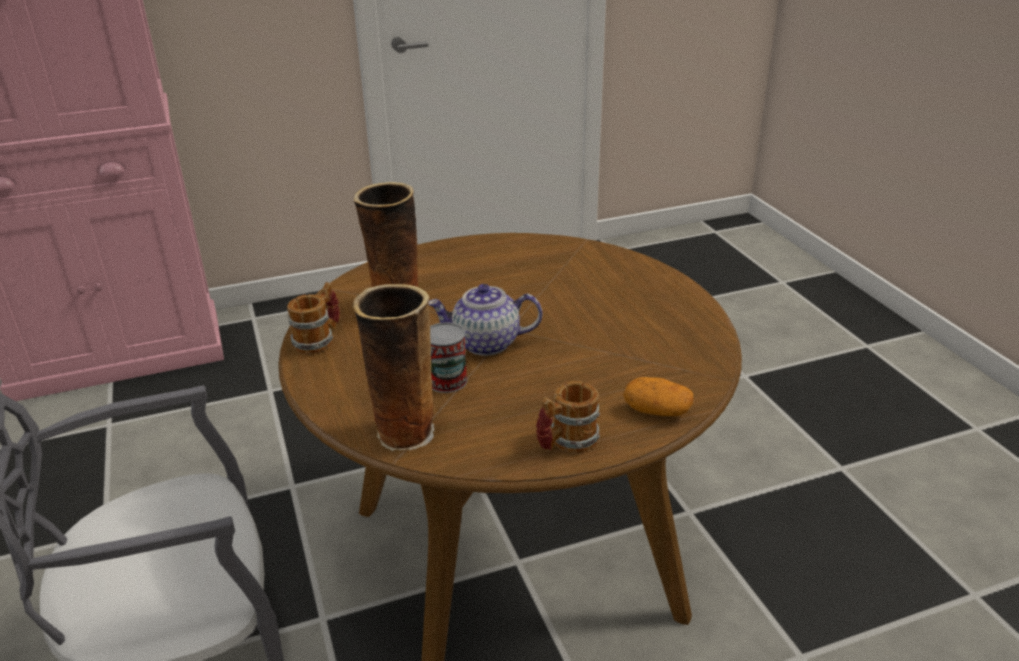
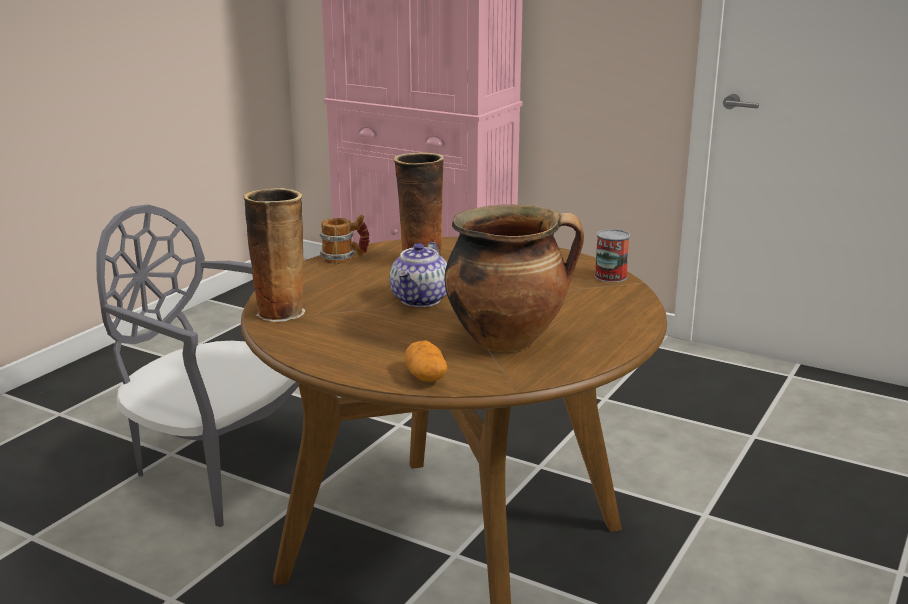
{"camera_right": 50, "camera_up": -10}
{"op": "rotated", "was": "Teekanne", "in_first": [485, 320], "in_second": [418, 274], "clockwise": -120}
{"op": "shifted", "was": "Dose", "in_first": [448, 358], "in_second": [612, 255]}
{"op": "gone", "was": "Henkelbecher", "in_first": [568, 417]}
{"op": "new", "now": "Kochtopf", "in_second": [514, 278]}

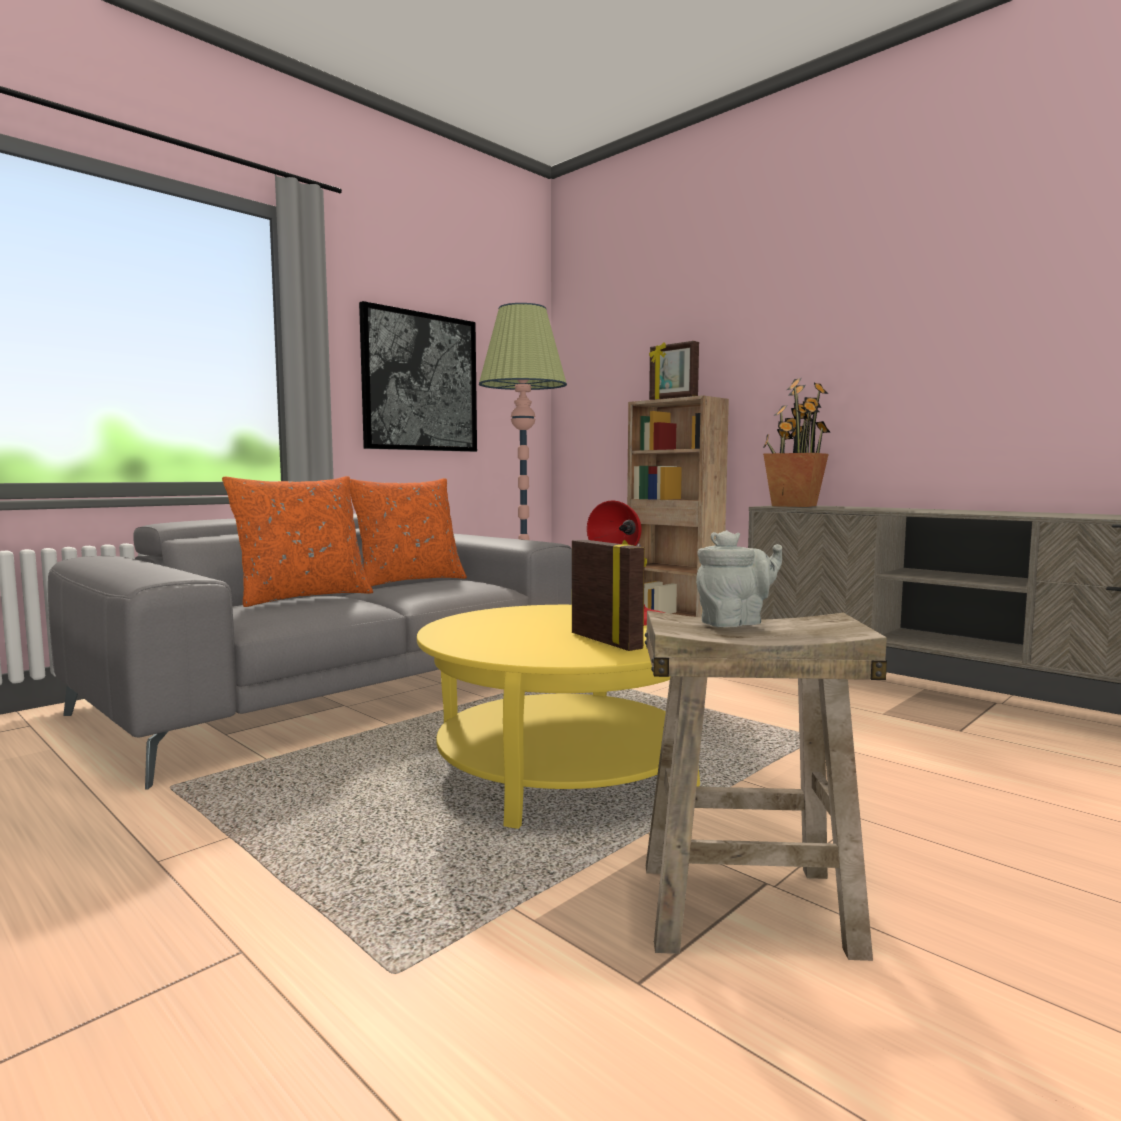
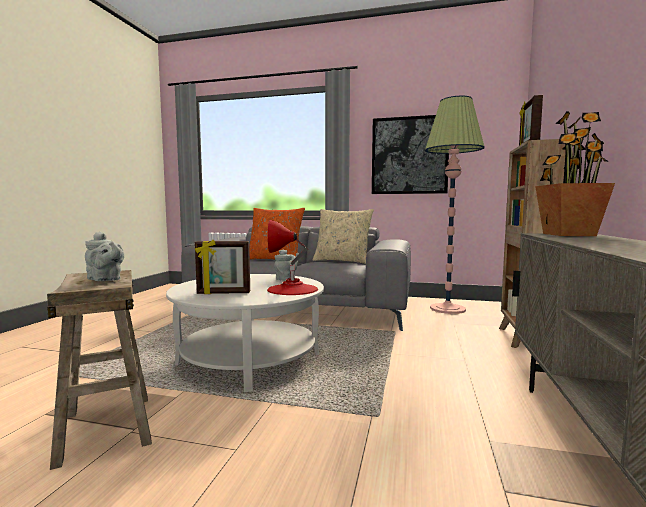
{"camera_right": 60, "camera_up": 0}
{"op": "repainted", "was": "Kissen [orange]", "now": "Kissen [beige]", "in_first": [408, 532], "in_second": [343, 236]}
{"op": "rotated", "was": "Bilderrahmen", "in_first": [609, 595], "in_second": [222, 267], "clockwise": 60}
{"op": "repainted", "was": "Couchtisch [gelb]", "now": "Couchtisch [weiß]", "in_first": [558, 717], "in_second": [245, 333]}
{"op": "new", "now": "Teekanne [grau]", "in_second": [286, 265]}

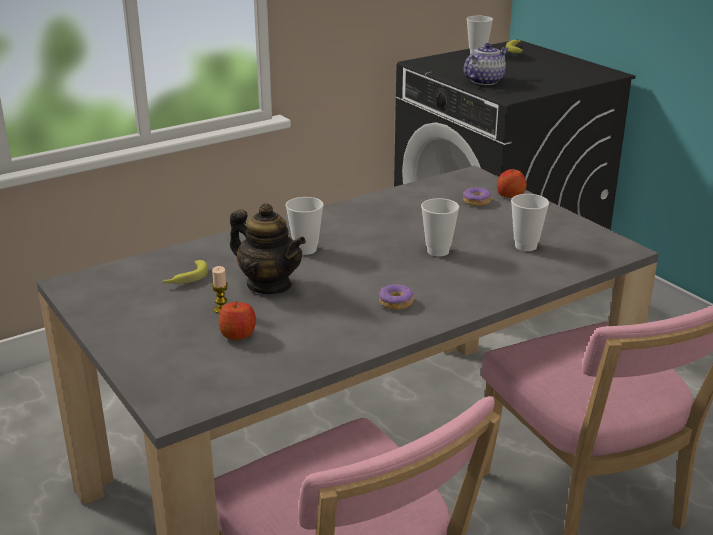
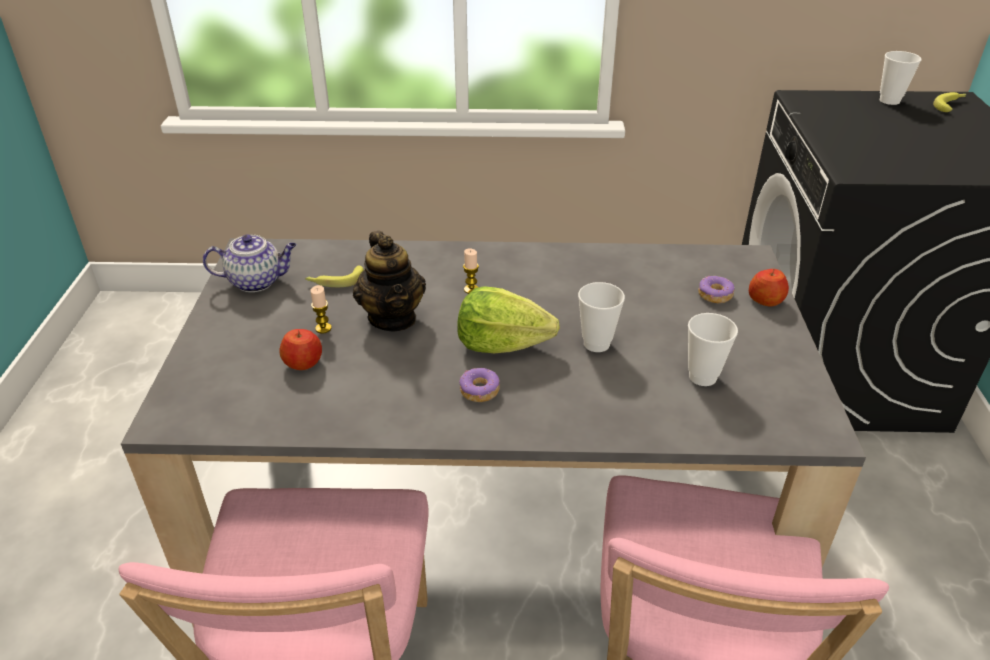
{"camera_right": 35, "camera_up": 10}
{"op": "shifted", "was": "Teekanne", "in_first": [486, 64], "in_second": [250, 263]}
{"op": "swapped", "was": "Tasse", "now": "Kerze", "in_first": [304, 226], "in_second": [471, 271]}
{"op": "new", "now": "Salatkopf", "in_second": [508, 319]}

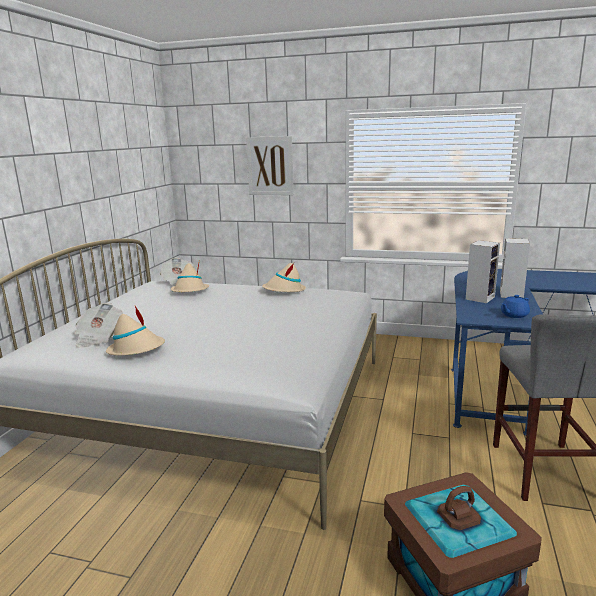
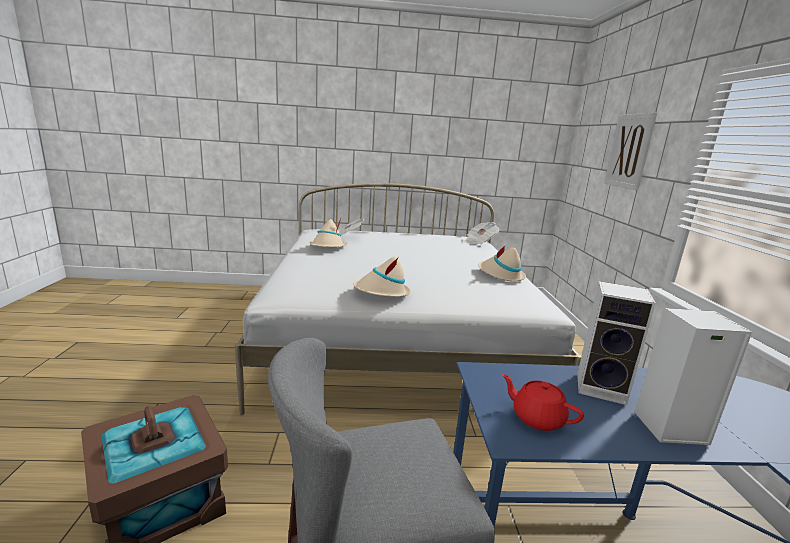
{"camera_right": 70, "camera_up": 0}
{"op": "shifted", "was": "Hut [beige]", "in_first": [190, 277], "in_second": [382, 277]}
{"op": "repainted", "was": "Teekanne [blau]", "now": "Teekanne [rot]", "in_first": [515, 306], "in_second": [543, 402]}

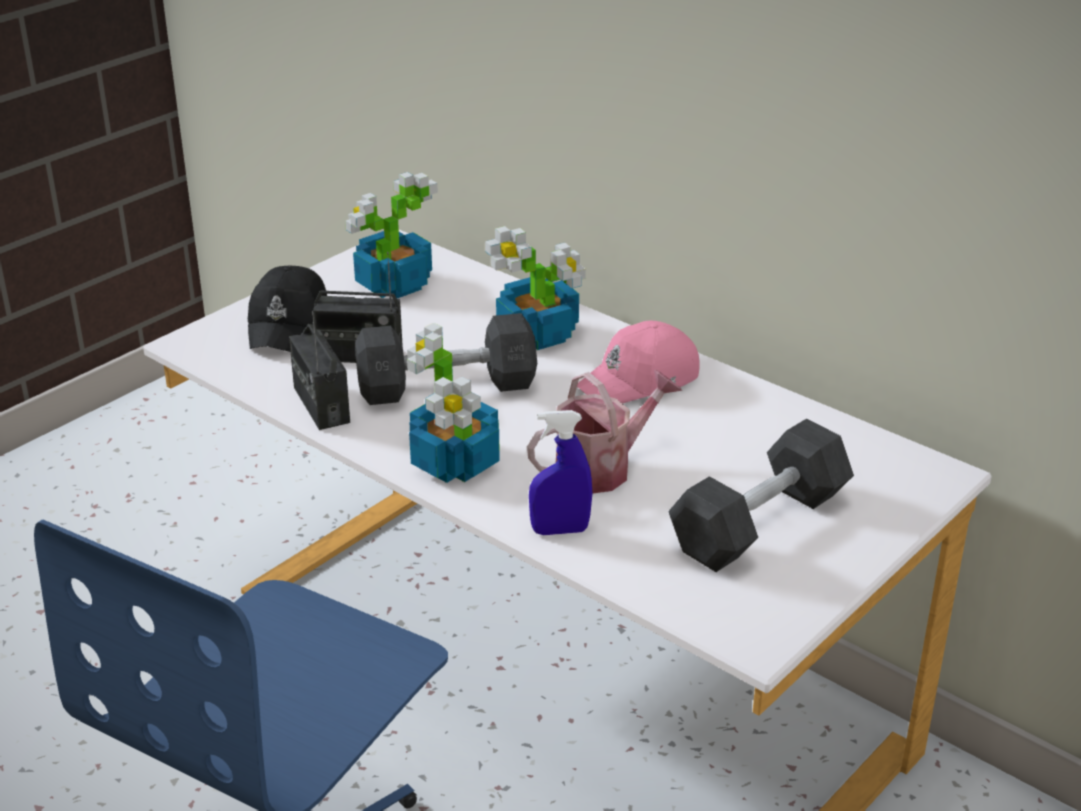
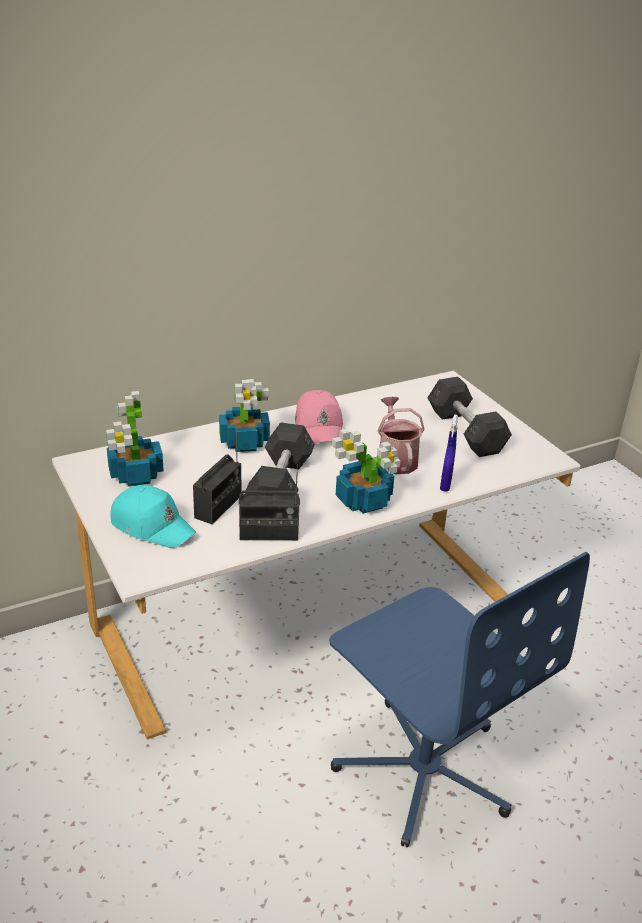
{"camera_right": -70, "camera_up": 0}
{"op": "repainted", "was": "Kappe [schwarz]", "now": "Kappe [türkis]", "in_first": [287, 309], "in_second": [153, 516]}

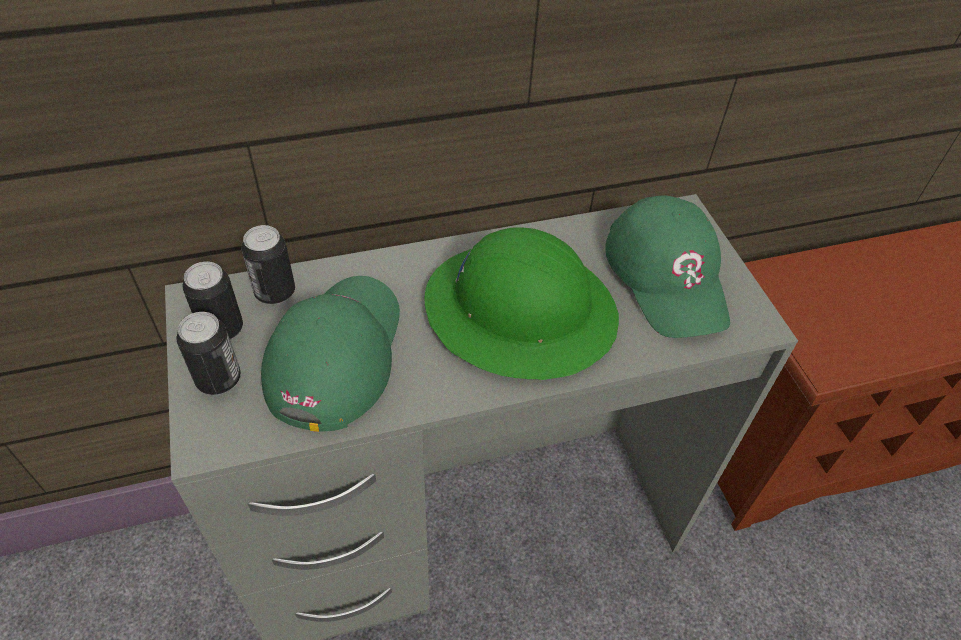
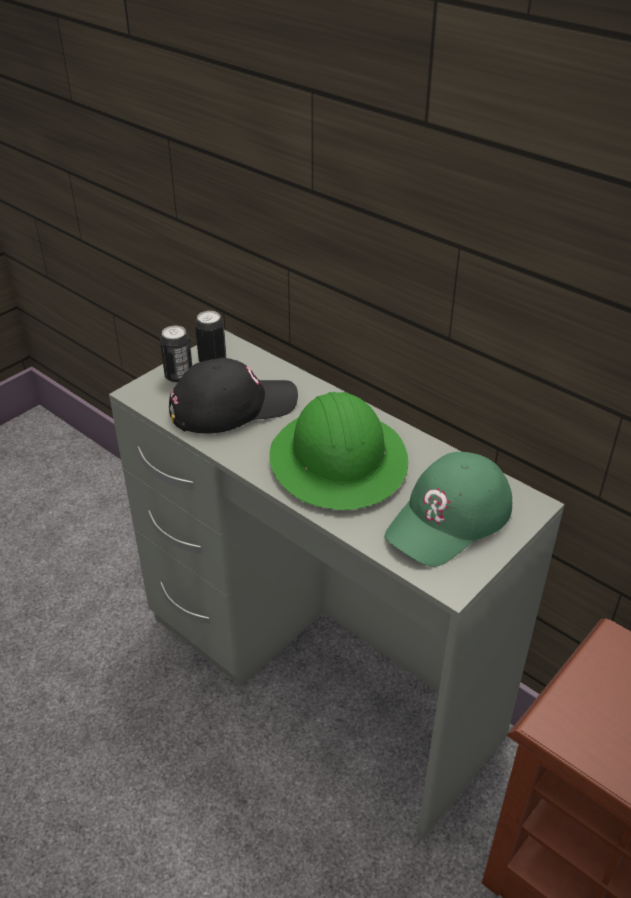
{"camera_right": 60, "camera_up": -10}
{"op": "gone", "was": "Dose", "in_first": [268, 265]}
{"op": "repainted", "was": "Kappe [grün]", "now": "Kappe [schwarz]", "in_first": [330, 354], "in_second": [233, 395]}

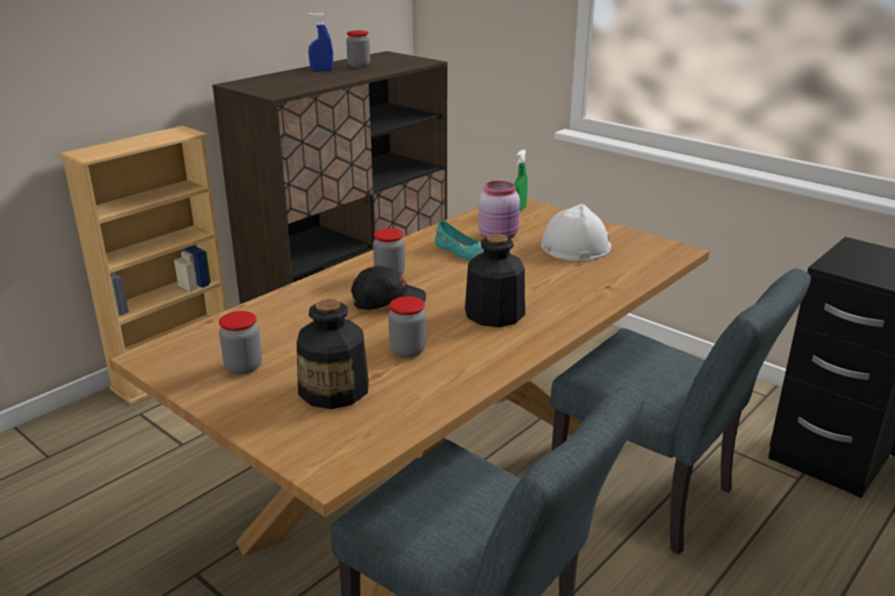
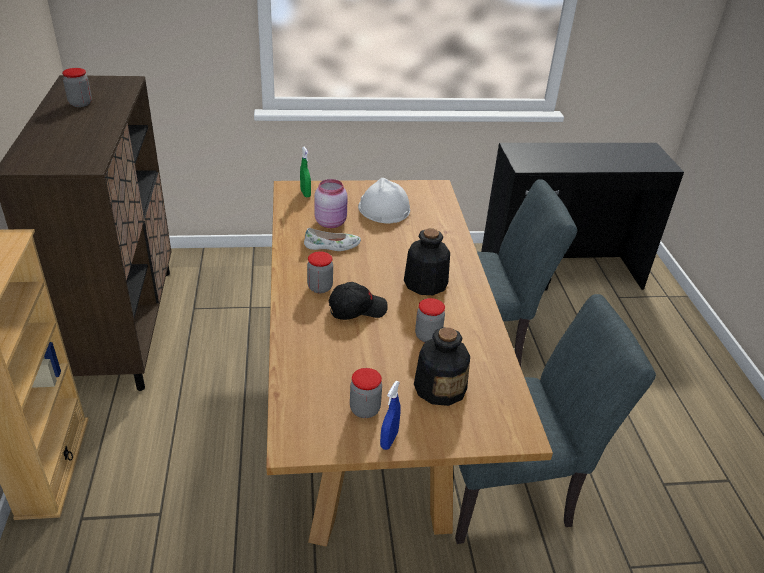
{"camera_right": -50, "camera_up": 10}
{"op": "shifted", "was": "Sprühflasche [blau]", "in_first": [320, 42], "in_second": [390, 415]}
{"op": "repainted", "was": "Schuh [türkis]", "now": "Schuh [weiß]", "in_first": [459, 240], "in_second": [332, 239]}
{"op": "rotated", "was": "Kappe [schwarz]", "in_first": [388, 288], "in_second": [358, 301], "clockwise": 45}

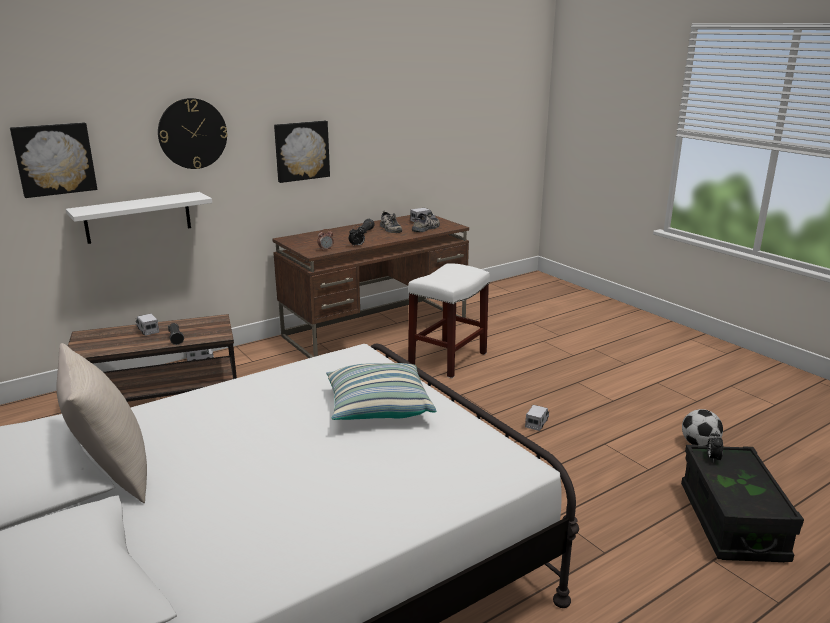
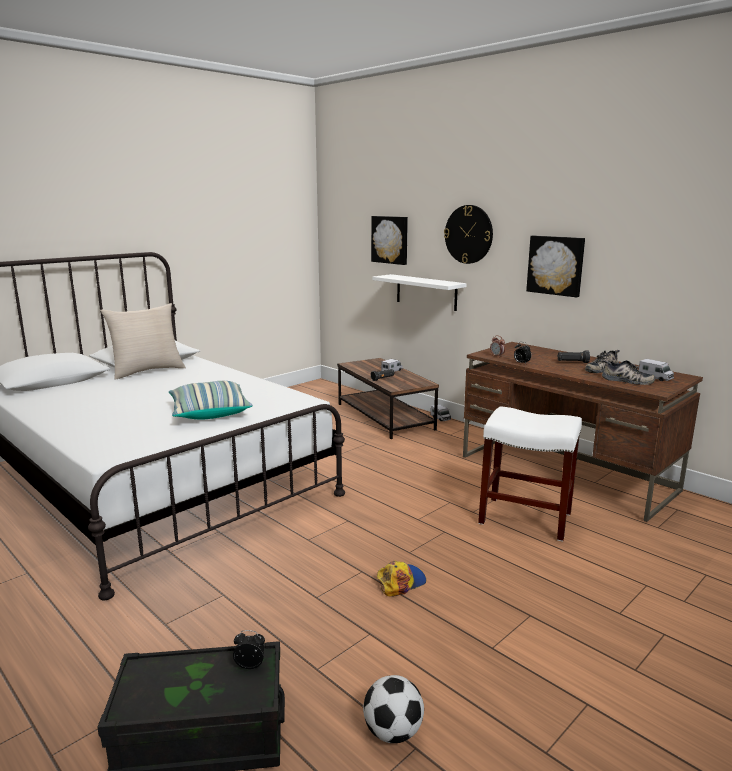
{"camera_right": 80, "camera_up": -5}
{"op": "swapped", "was": "Spielzeuglaster", "now": "Kappe", "in_first": [537, 418], "in_second": [401, 578]}

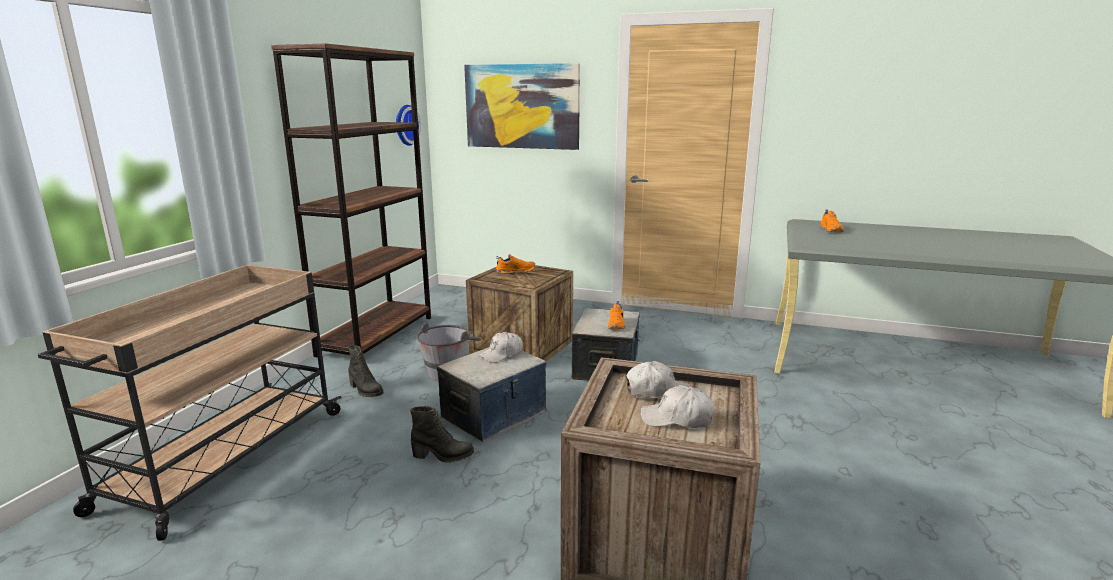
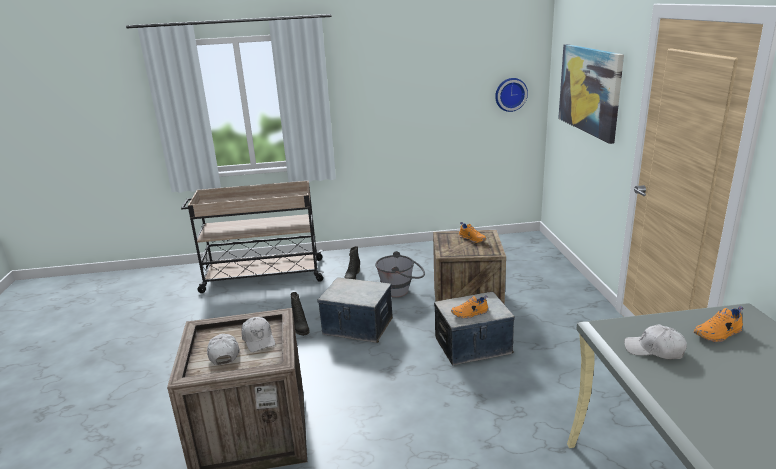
{"camera_right": 65, "camera_up": 5}
{"op": "gone", "was": "Bücherregal [braun]", "in_first": [351, 200]}
{"op": "shifted", "was": "Kappe [weiß]", "in_first": [501, 347], "in_second": [655, 342]}

